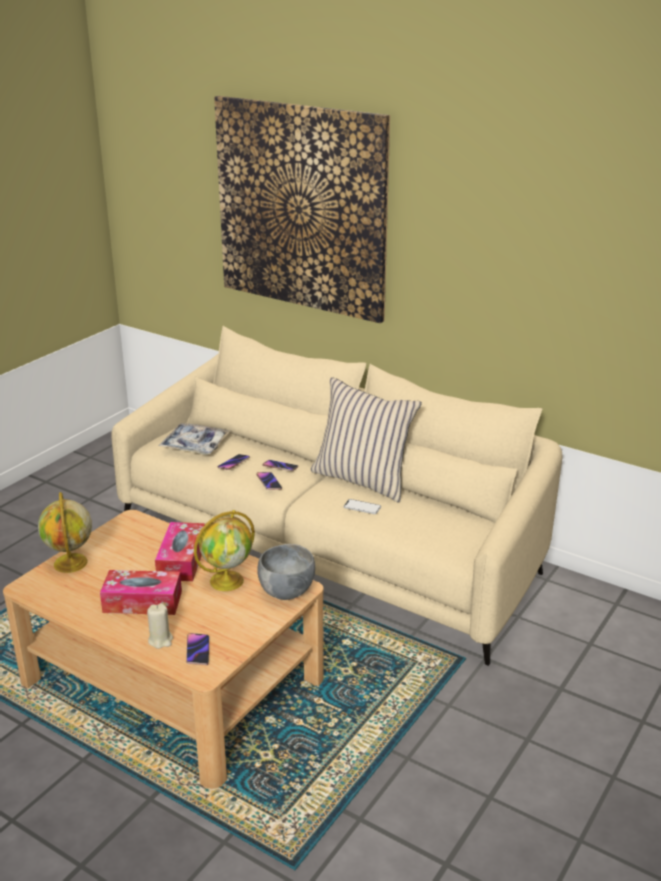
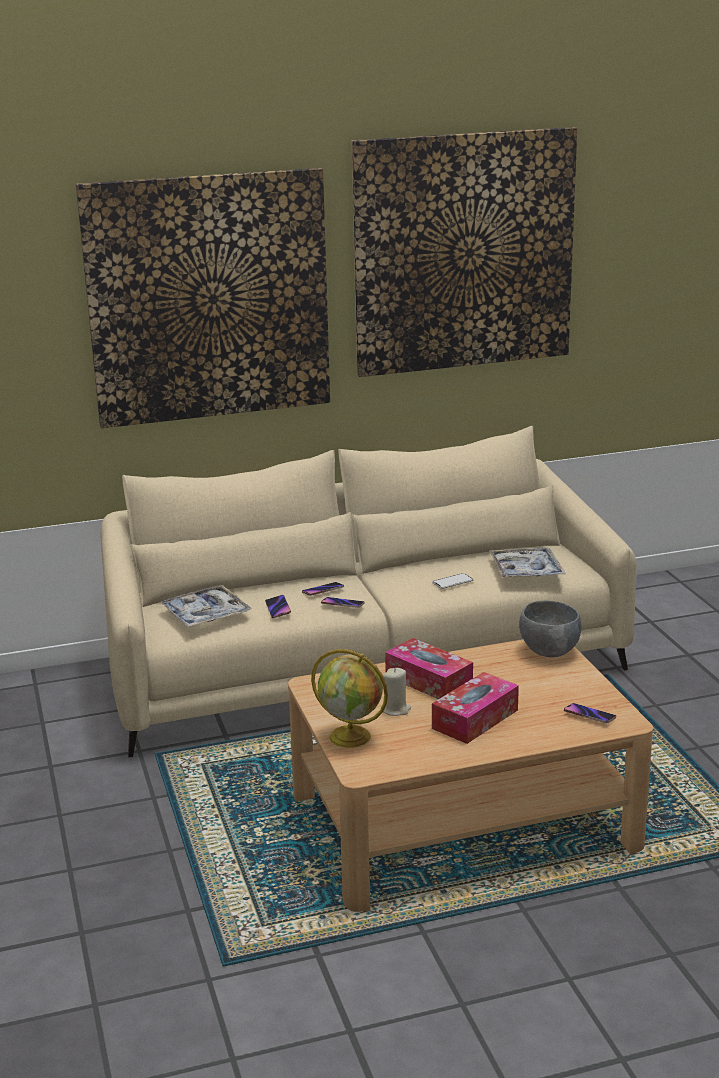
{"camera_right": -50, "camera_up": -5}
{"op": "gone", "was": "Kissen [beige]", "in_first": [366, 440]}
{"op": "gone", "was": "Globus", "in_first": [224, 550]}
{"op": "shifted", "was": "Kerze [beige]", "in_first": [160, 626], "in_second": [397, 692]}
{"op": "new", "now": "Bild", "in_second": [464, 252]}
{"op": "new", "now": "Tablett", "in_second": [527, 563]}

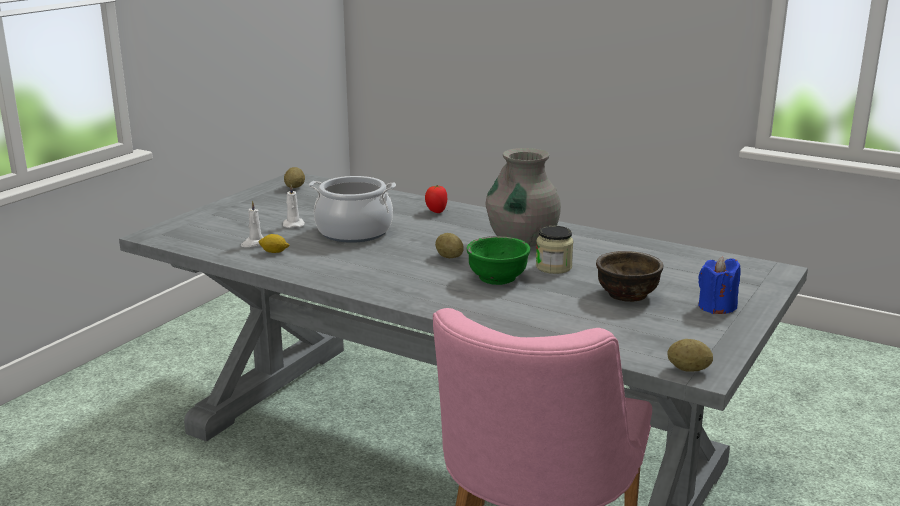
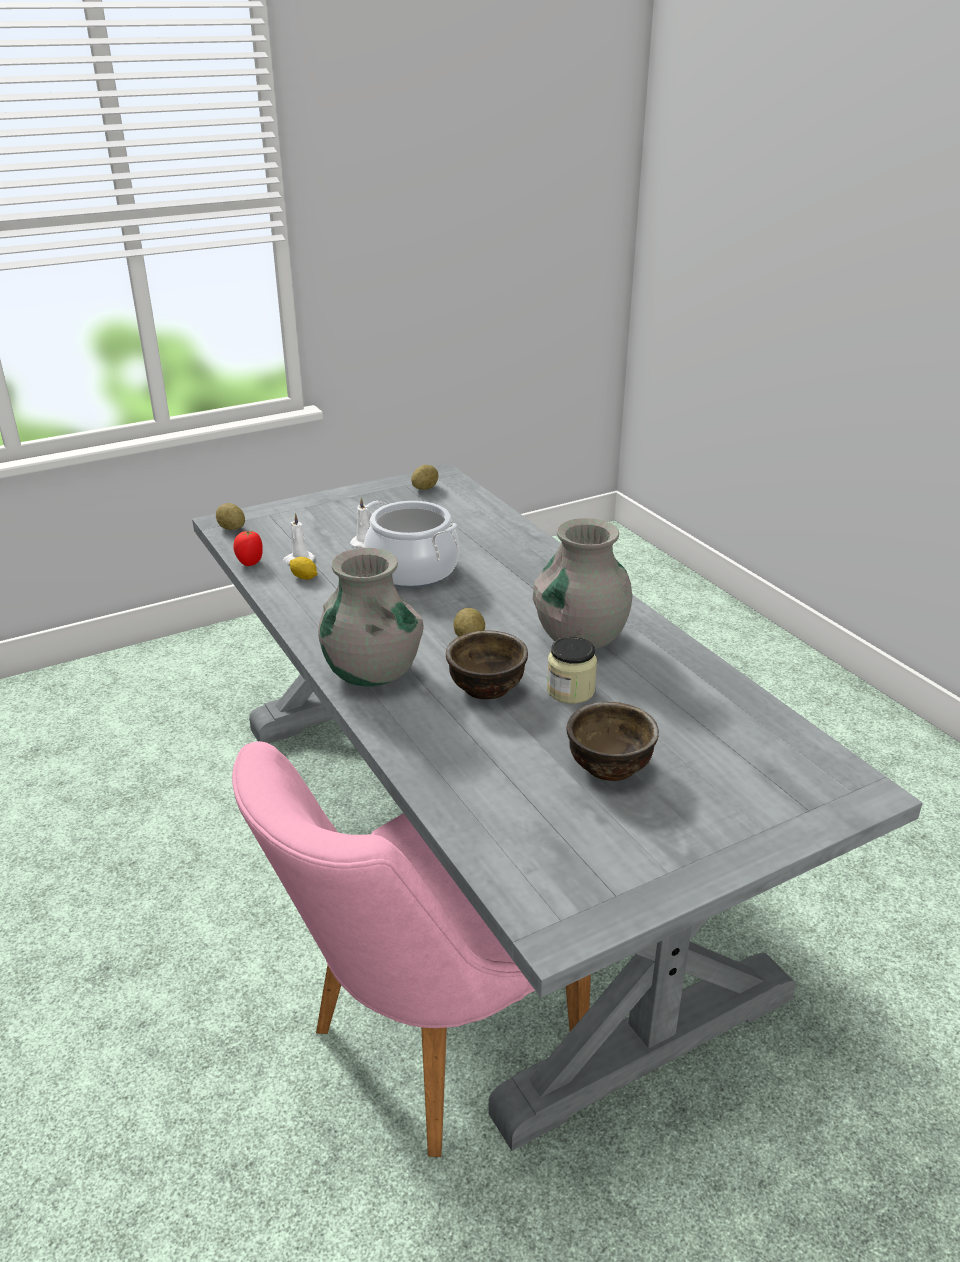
{"camera_right": 30, "camera_up": 10}
{"op": "shifted", "was": "Tomate", "in_first": [436, 199], "in_second": [248, 548]}
{"op": "repainted", "was": "Schüssel [grün]", "now": "Schüssel [braun]", "in_first": [498, 260], "in_second": [487, 664]}
{"op": "gone", "was": "Kerze [blau]", "in_first": [719, 285]}
{"op": "shifted", "was": "Kartoffel", "in_first": [690, 355], "in_second": [230, 516]}
{"op": "new", "now": "Vase [grau]", "in_second": [371, 617]}

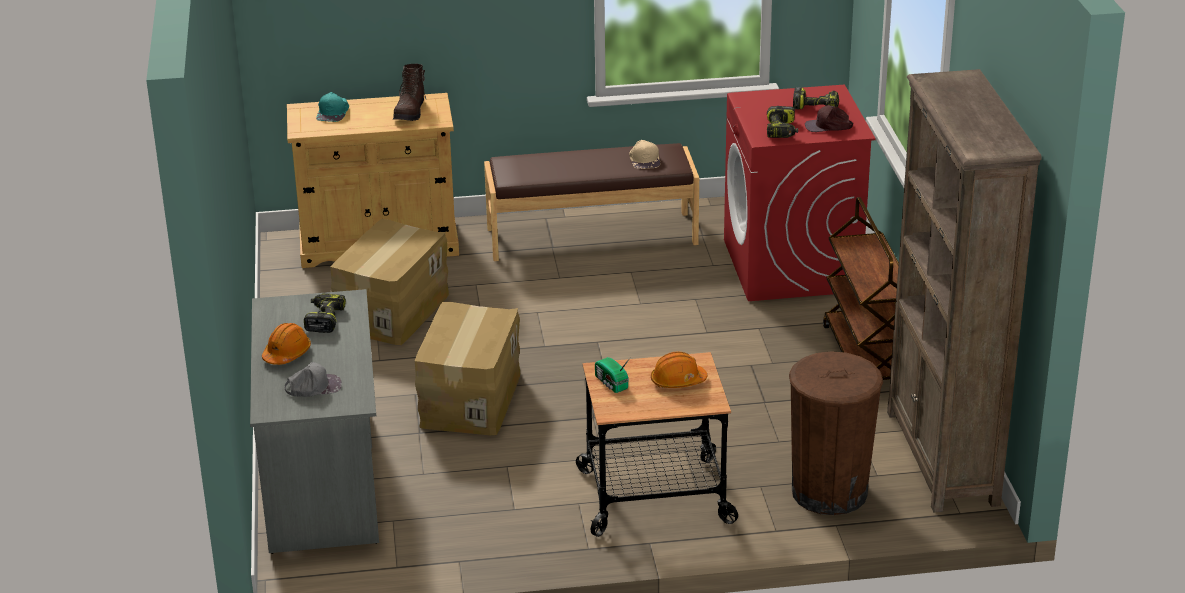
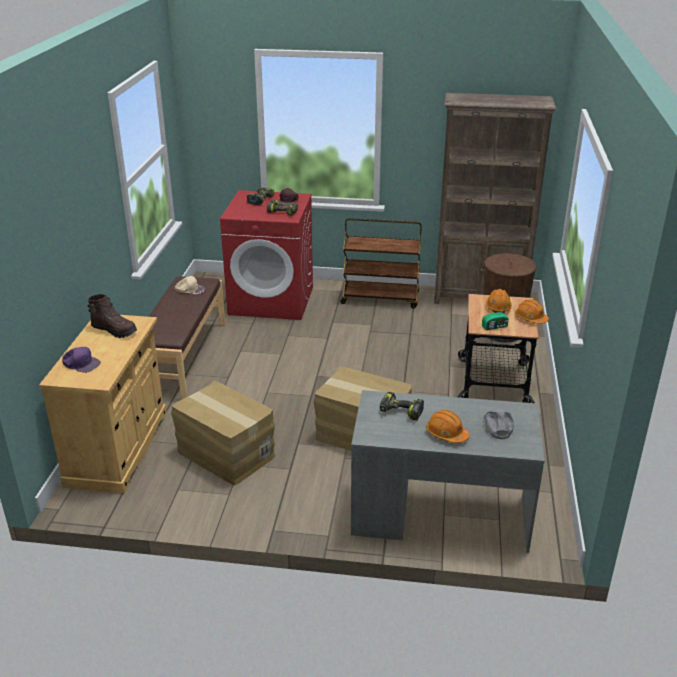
{"camera_right": -75, "camera_up": 0}
{"op": "repainted", "was": "Kappe [türkis]", "now": "Kappe [lila]", "in_first": [332, 107], "in_second": [81, 360]}
{"op": "new", "now": "Schutzhelm [orange]", "in_second": [532, 311]}

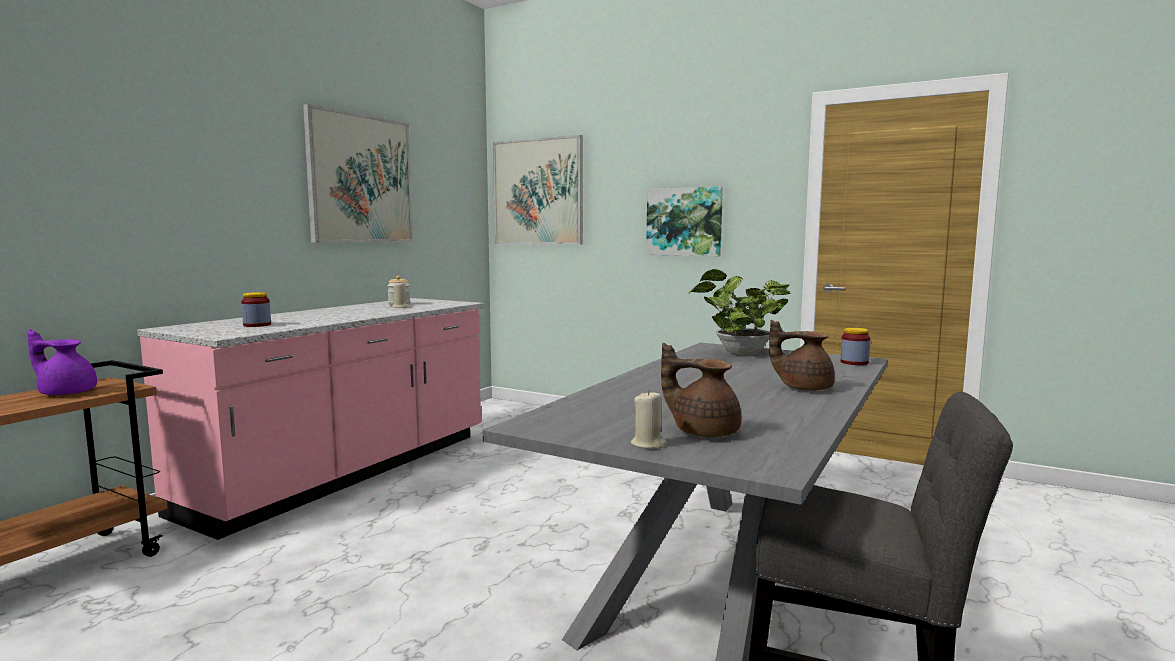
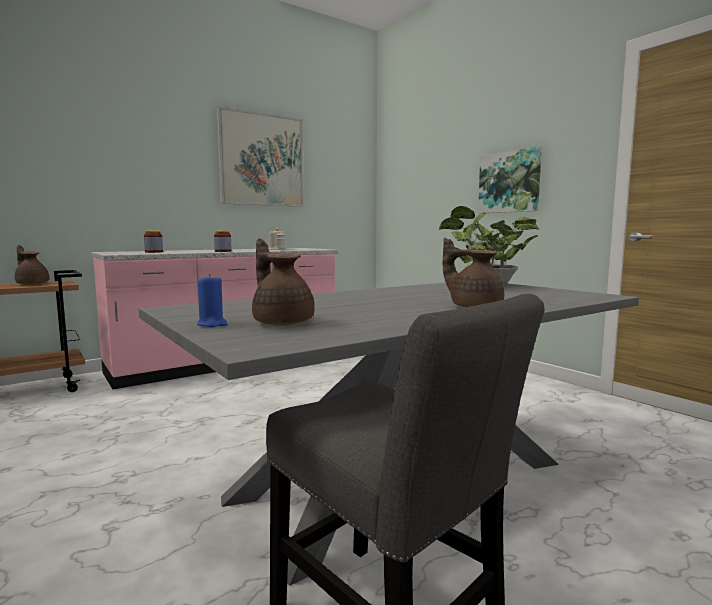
{"camera_right": 25, "camera_up": 0}
{"op": "gone", "was": "Bild", "in_first": [538, 190]}
{"op": "shifted", "was": "Vorratsglas", "in_first": [855, 346], "in_second": [222, 241]}
{"op": "repainted", "was": "Teekanne [lila]", "now": "Teekanne [braun]", "in_first": [62, 362], "in_second": [32, 265]}
{"op": "repainted", "was": "Kerze [beige]", "now": "Kerze [blau]", "in_first": [648, 419], "in_second": [212, 300]}

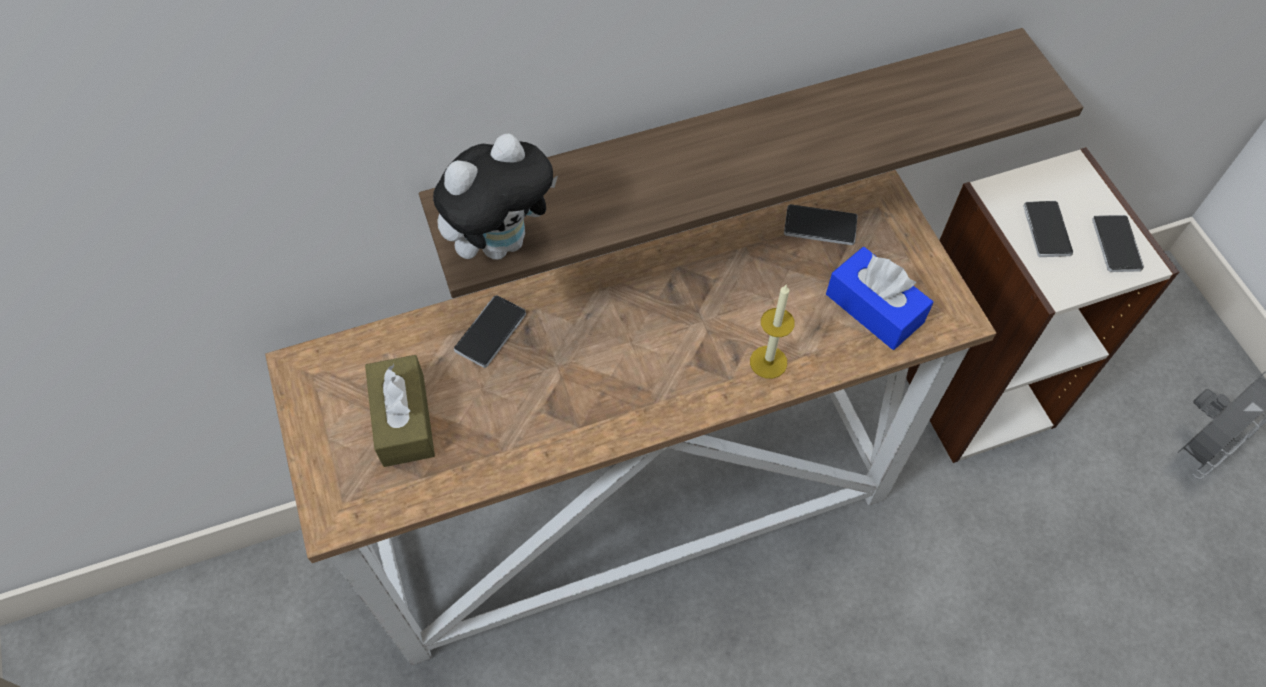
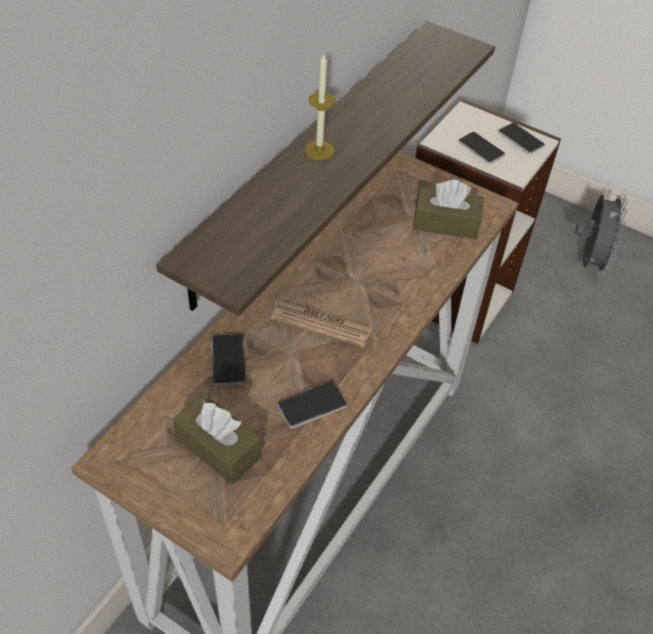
{"camera_right": -40, "camera_up": -10}
{"op": "gone", "was": "Plüschtier", "in_first": [495, 197]}
{"op": "shifted", "was": "Handy", "in_first": [821, 224], "in_second": [312, 405]}
{"op": "repainted", "was": "Taschentuchbox [blau]", "now": "Taschentuchbox [braun]", "in_first": [879, 298], "in_second": [448, 209]}
{"op": "shifted", "was": "Kerze", "in_first": [772, 331], "in_second": [320, 107]}
{"op": "new", "now": "Zeitung", "in_second": [321, 323]}

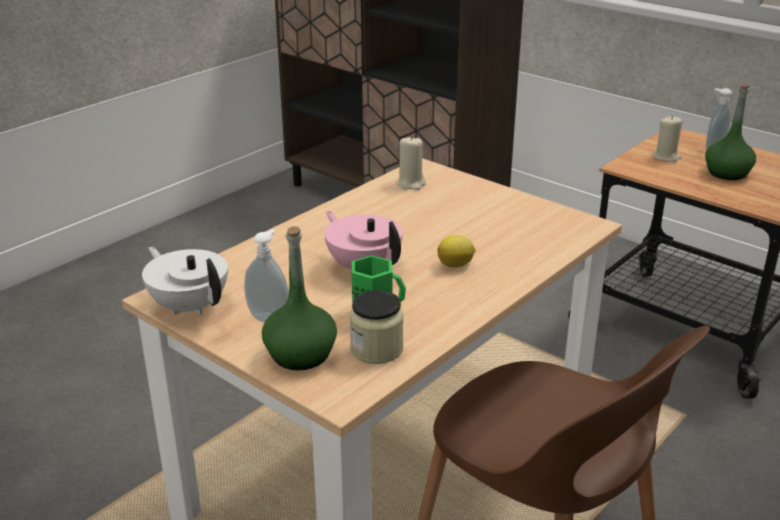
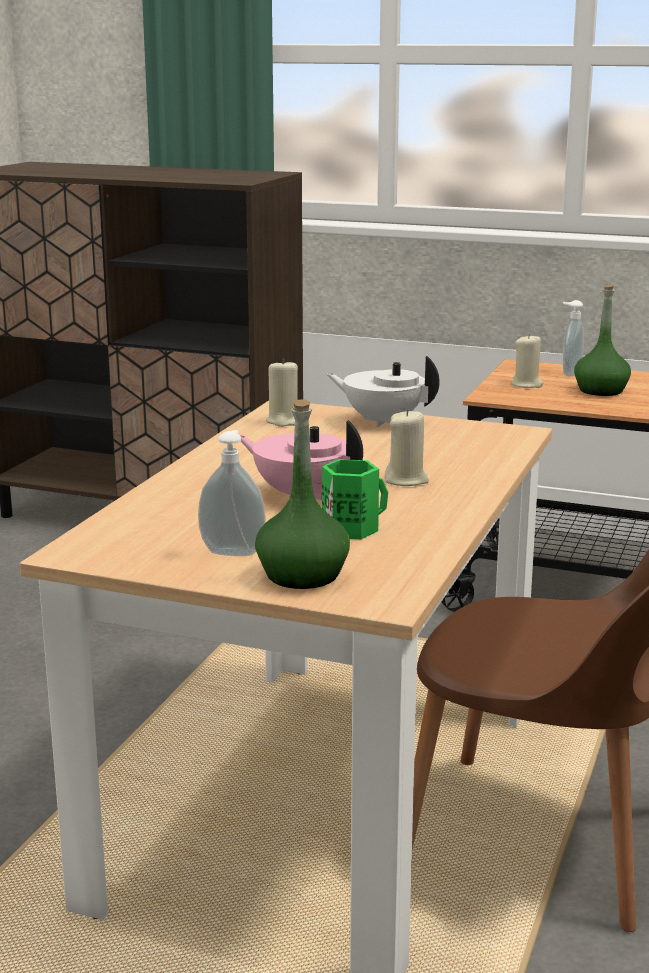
{"camera_right": -20, "camera_up": -10}
{"op": "swapped", "was": "Zitrone", "now": "Kerze [beige]", "in_first": [457, 251], "in_second": [407, 447]}
{"op": "shifted", "was": "Teekanne [weiß]", "in_first": [185, 281], "in_second": [383, 391]}
{"op": "gone", "was": "Vorratsglas", "in_first": [377, 327]}

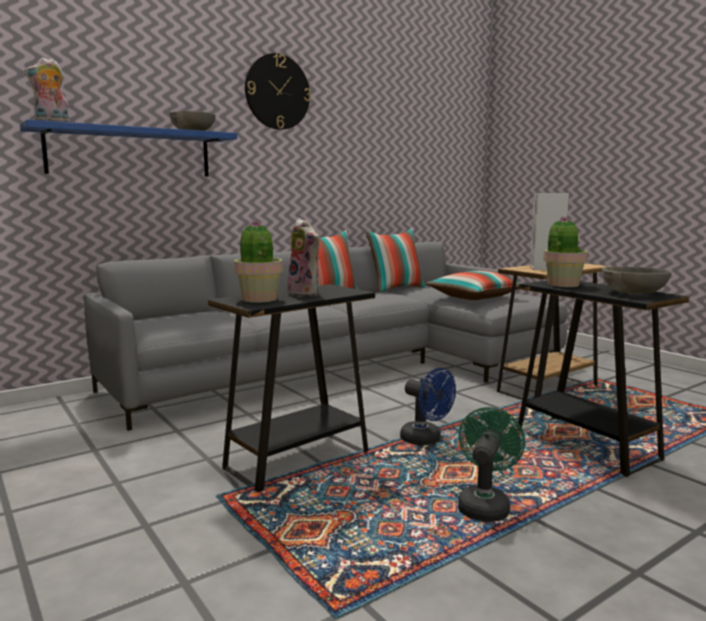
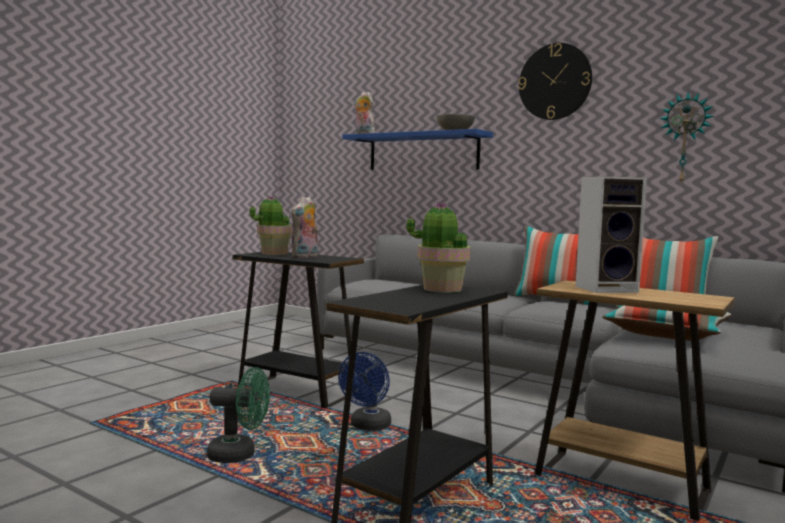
{"camera_right": 70, "camera_up": -5}
{"op": "gone", "was": "Schüssel [grau]", "in_first": [636, 280]}
{"op": "new", "now": "Wanduhr", "in_second": [686, 137]}

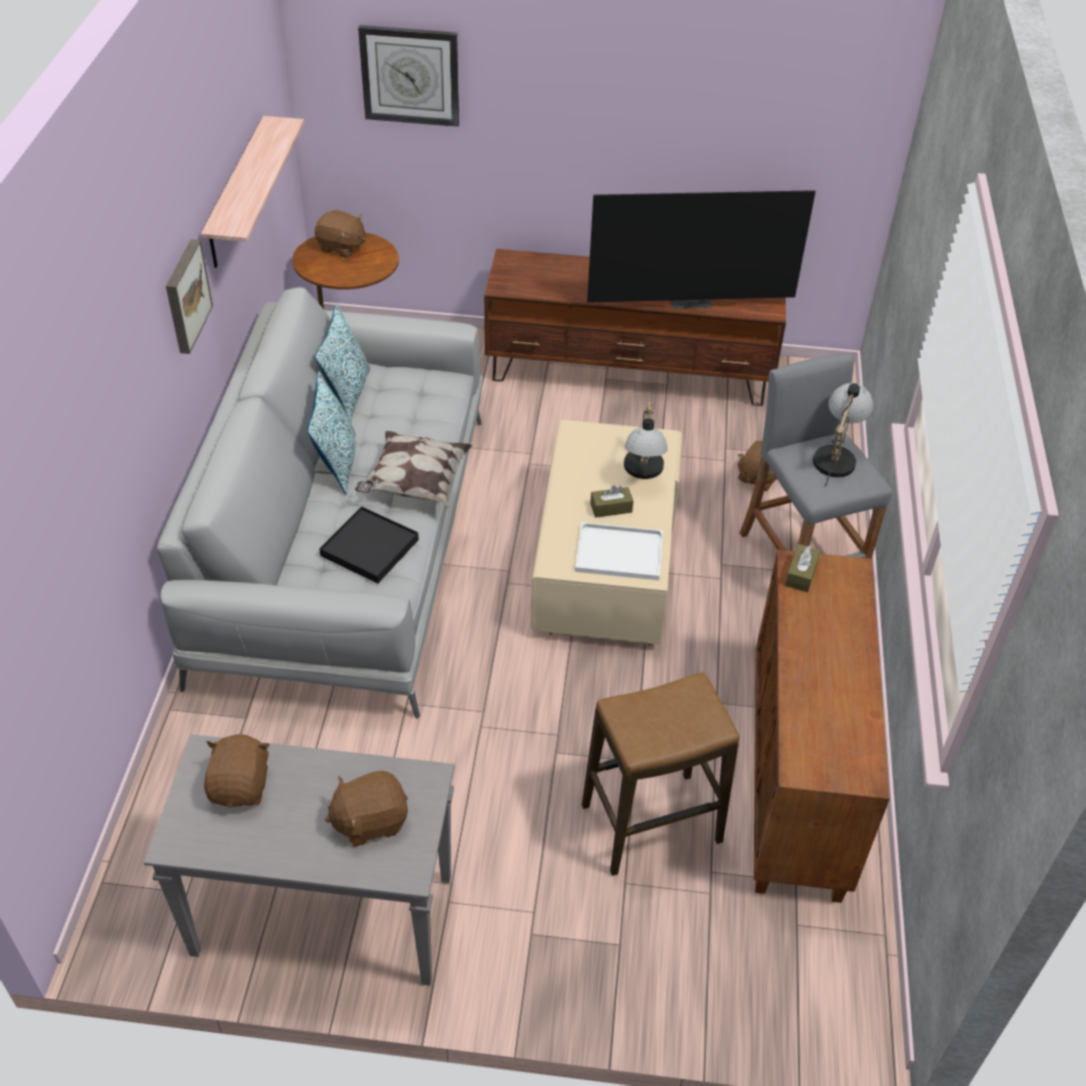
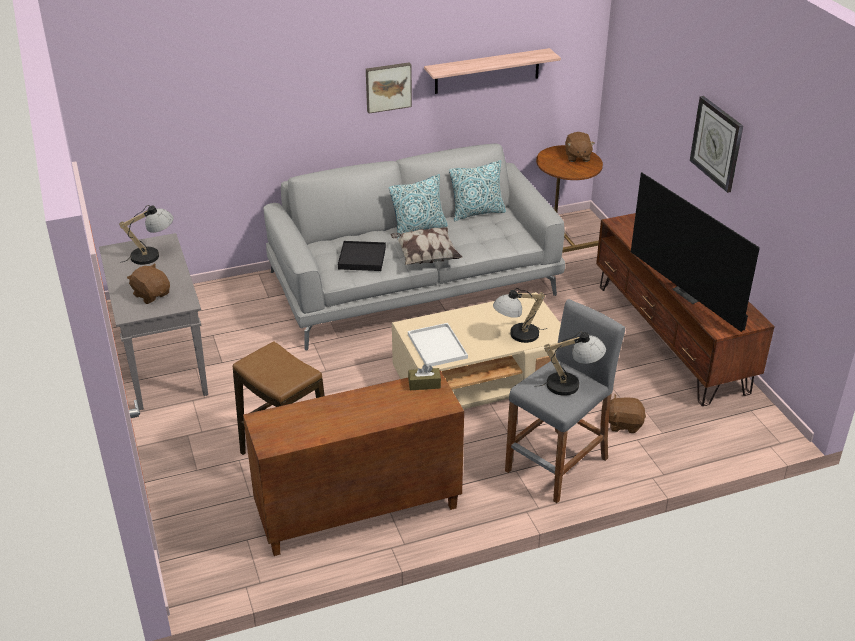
{"camera_right": 65, "camera_up": -10}
{"op": "shifted", "was": "Wanduhr", "in_first": [408, 76], "in_second": [716, 144]}
{"op": "gone", "was": "Taschentuchbox [braun]", "in_first": [611, 501]}
{"op": "swapped", "was": "Plüschtier [braun]", "now": "Tischlampe", "in_first": [237, 770], "in_second": [146, 235]}

